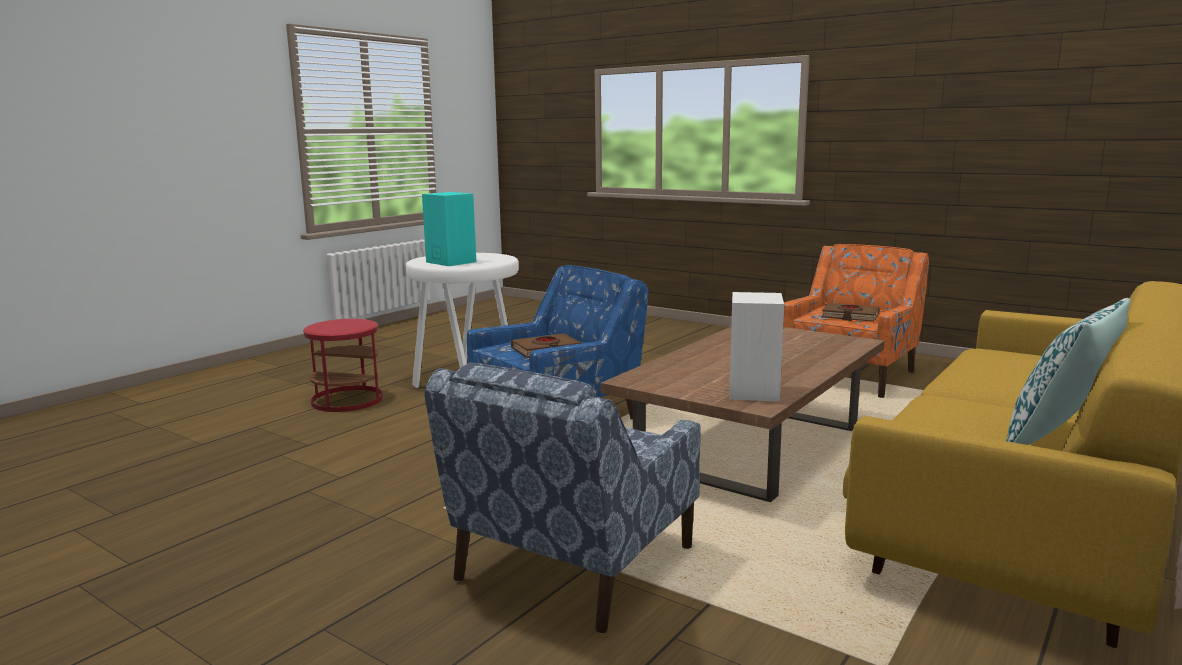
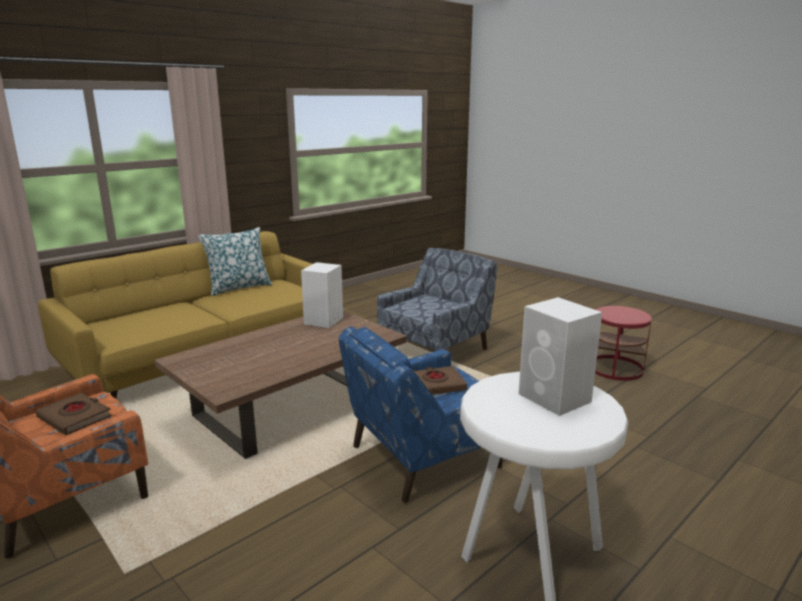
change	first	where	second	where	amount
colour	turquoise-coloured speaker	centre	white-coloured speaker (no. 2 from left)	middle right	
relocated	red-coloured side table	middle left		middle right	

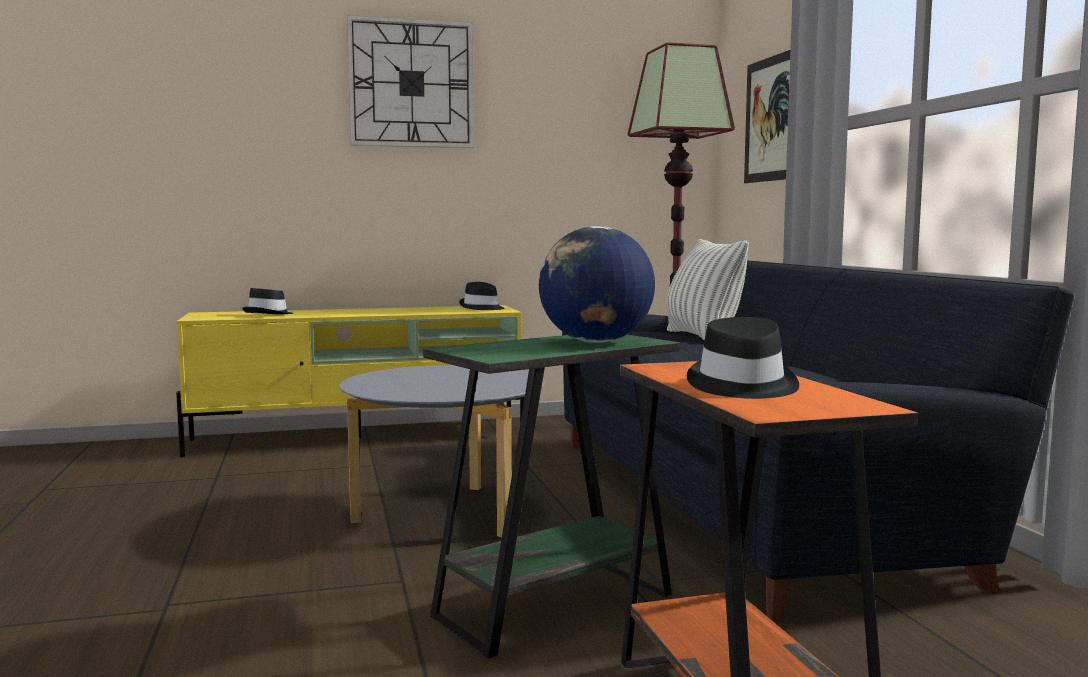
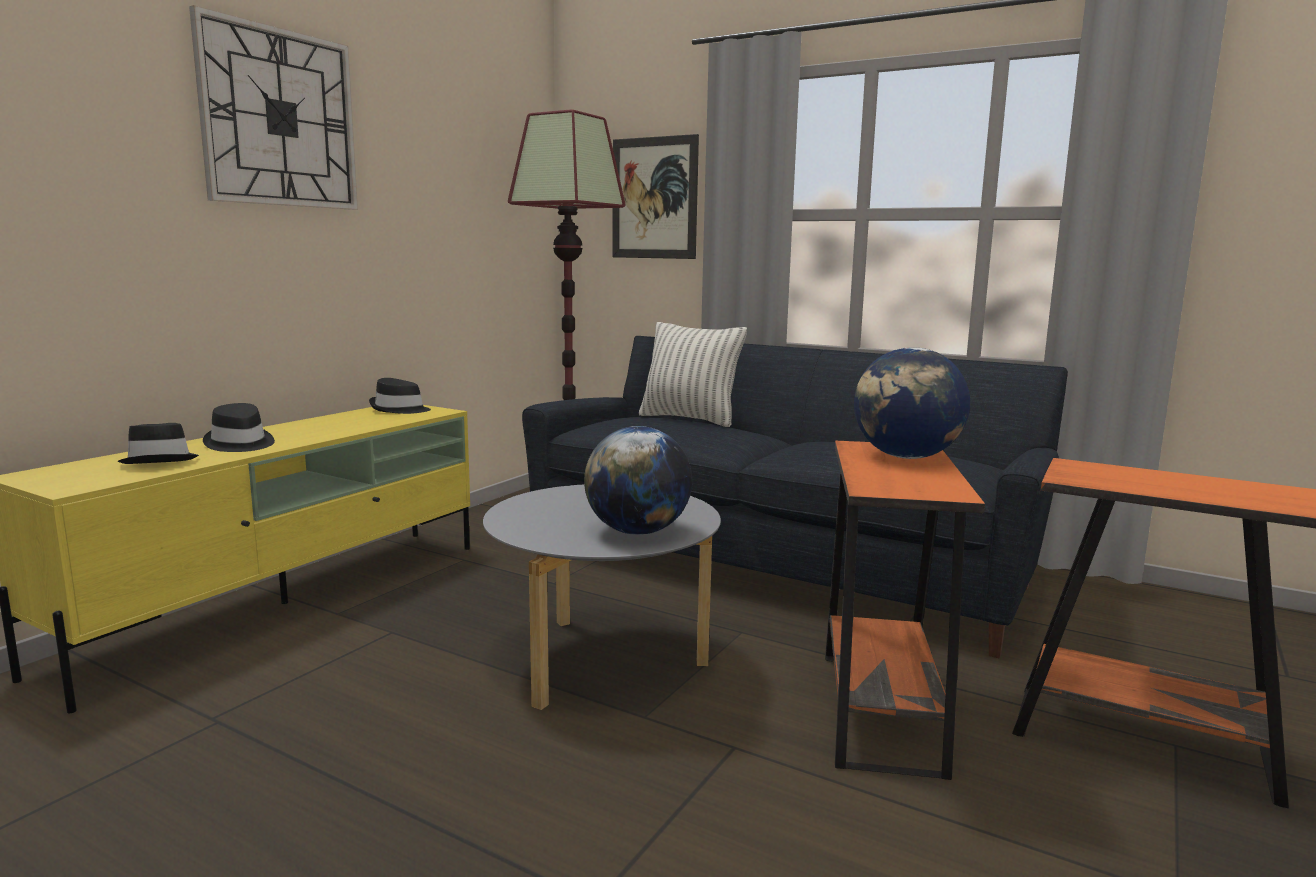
change	first	where	second	where	amount
relocated	blackish hat (no. 3 from left in the first image)	middle right	blackish hat (no. 2 from left)	middle left	
colour	green-coloured side table	bottom centre	orange side table (no. 1 from left)	bottom right	
appeared			desk globe (no. 1 from left)	centre	

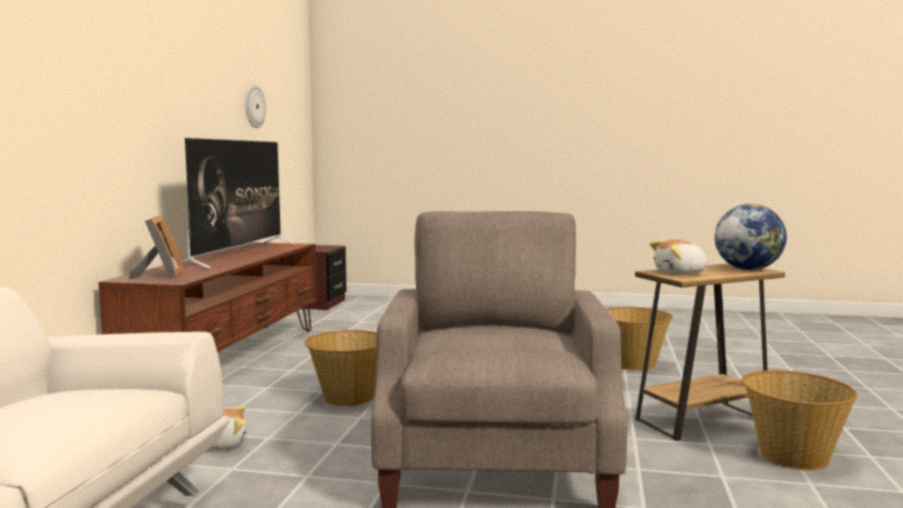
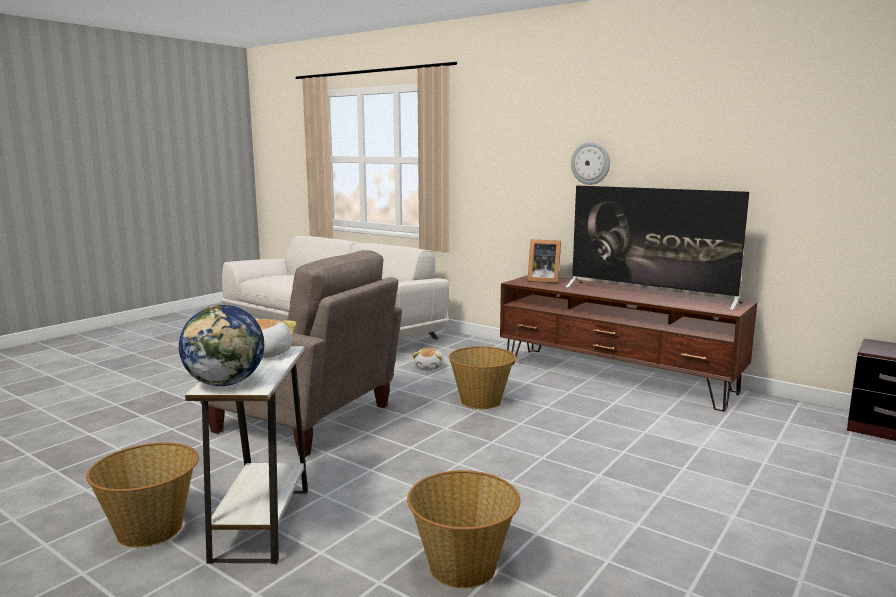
change	first	where	second	where	amount
relocated	wall clock	top left		top centre	
colour	brown side table	bottom right	white-coloured side table	bottom left	

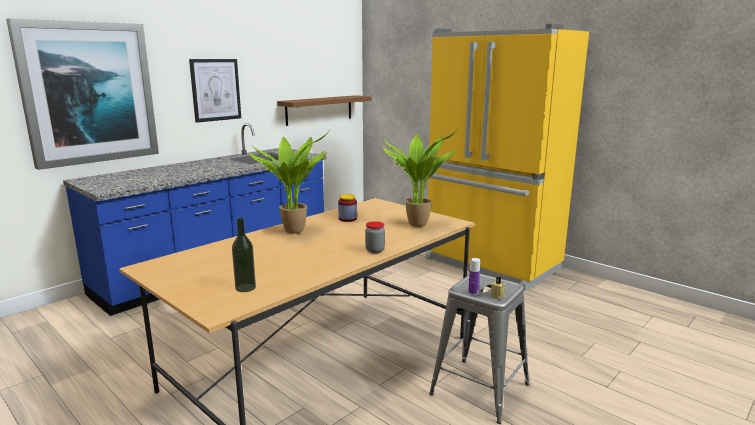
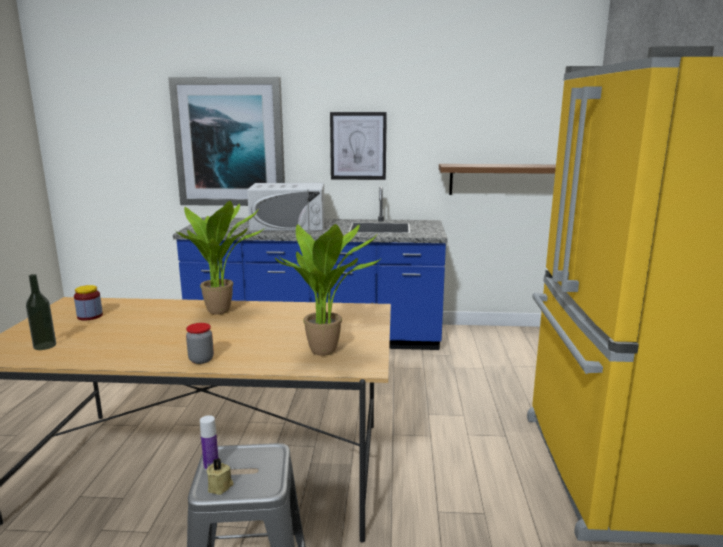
change	first	where	second	where	amount
relocated	storage jar (no. 1 from left)	centre		middle left	
appeared			white-coloured microwave	centre	

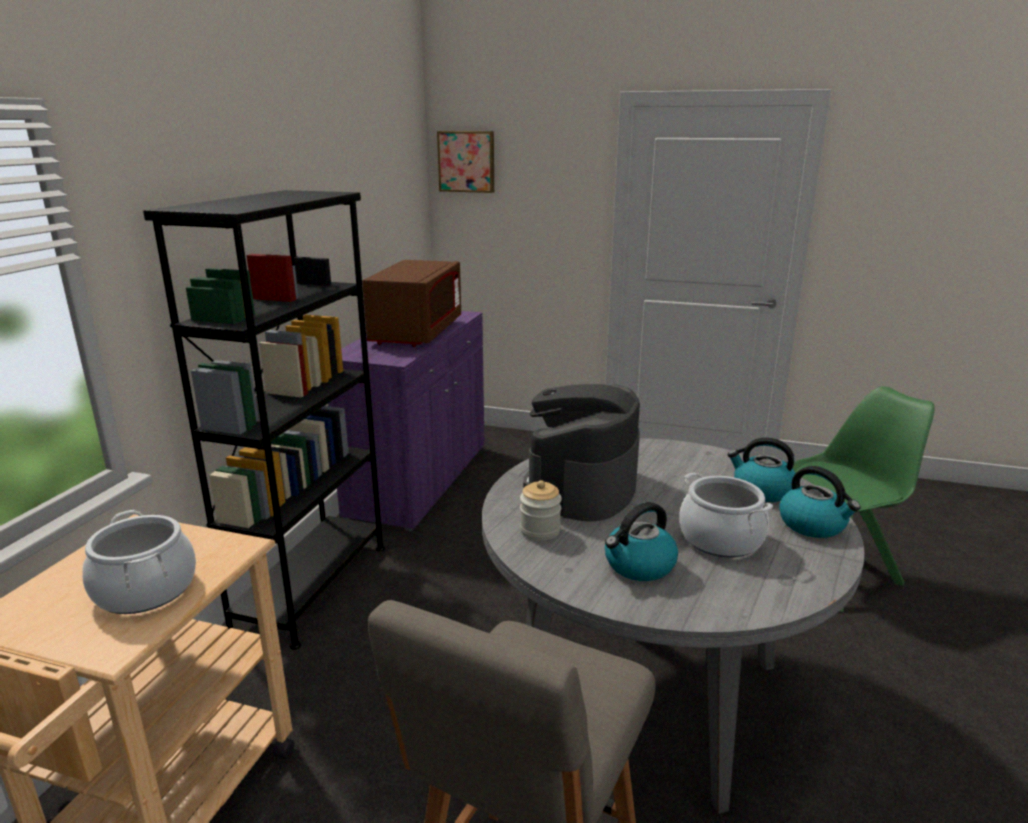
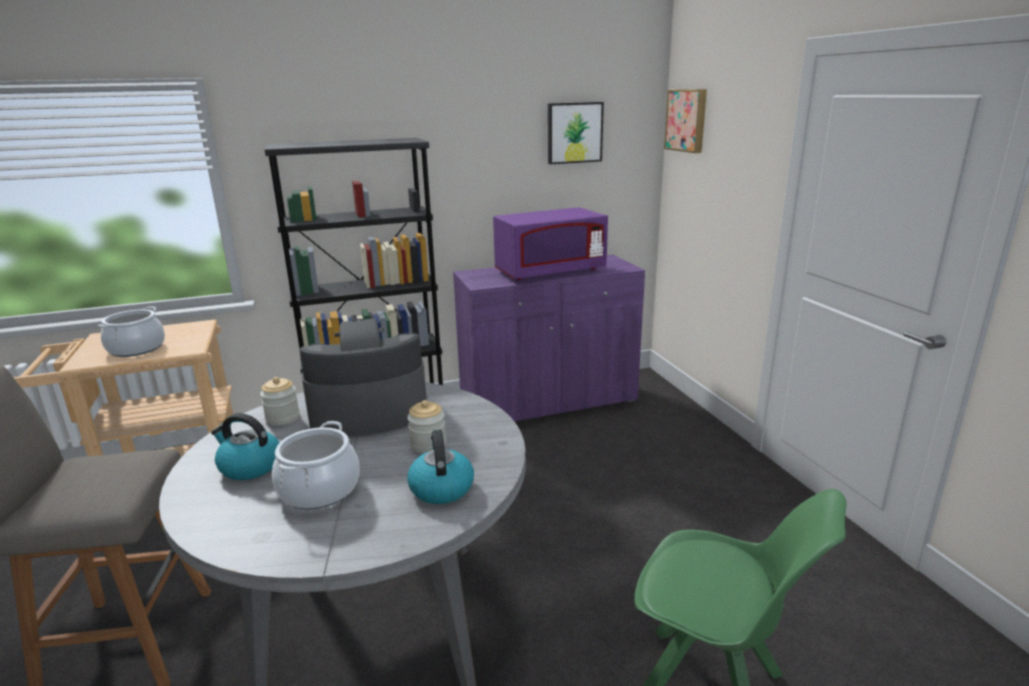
change	first	where	second	where	amount
colour	brown microwave	centre	purple-coloured microwave	centre	
missing	tea kettle (no. 3 from left)	middle right			
appeared			wall art (no. 1 from left)	top centre	
appeared			storage jar (no. 2 from left)	centre	

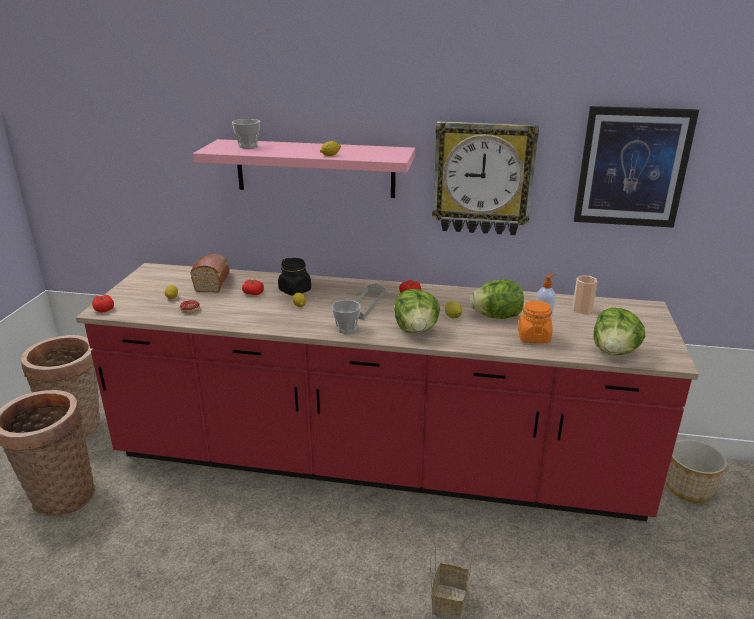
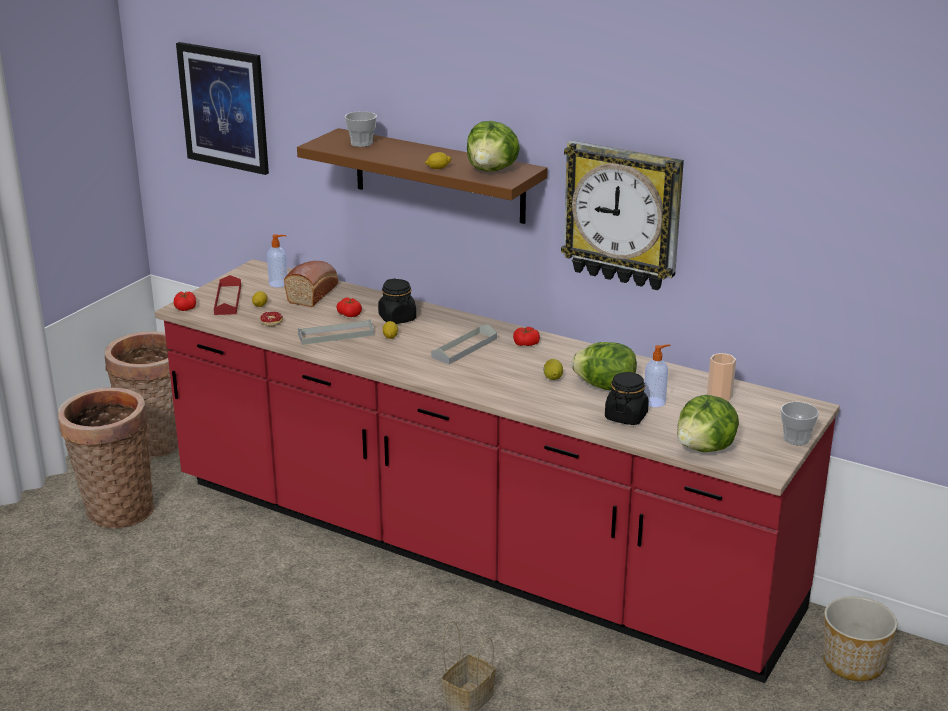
change	first	where	second	where	amount
relocated	wall art	top right		top left	
colour	pinkish bracket shelf	top centre	brown bracket shelf	top centre	
relocated	head of lettuce (no. 1 from left)	centre		top centre	
relocated	cup (no. 2 from left in the first image)	centre	cup (no. 3 from left)	middle right	
colour	orange storage jar	middle right	blackish storage jar (no. 2 from left)	centre	
appeared			soap dispenser (no. 1 from left)	middle left	
appeared			red-coloured tray	middle left	
appeared			greyish tray (no. 1 from left)	centre	

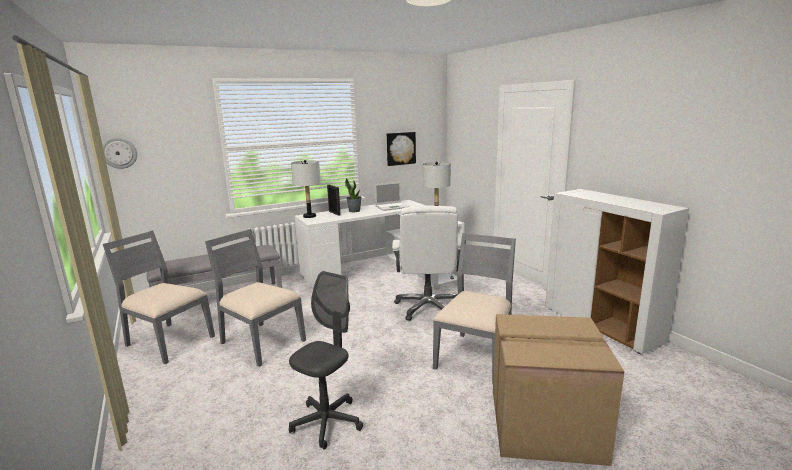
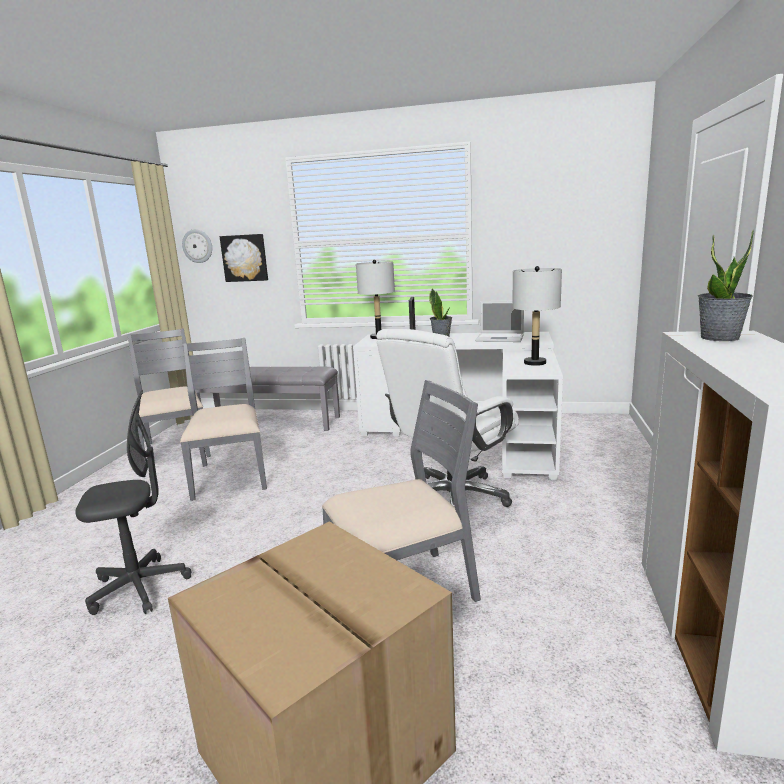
change	first	where	second	where	amount
relocated	wall art	top centre		top left	
appeared			potted plant (no. 2 from left)	middle right	

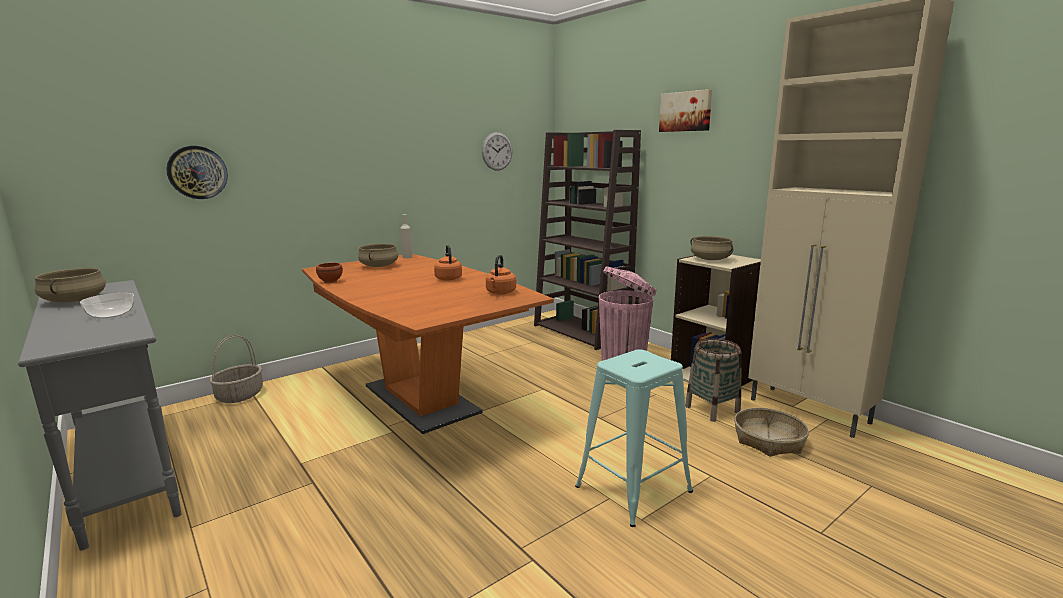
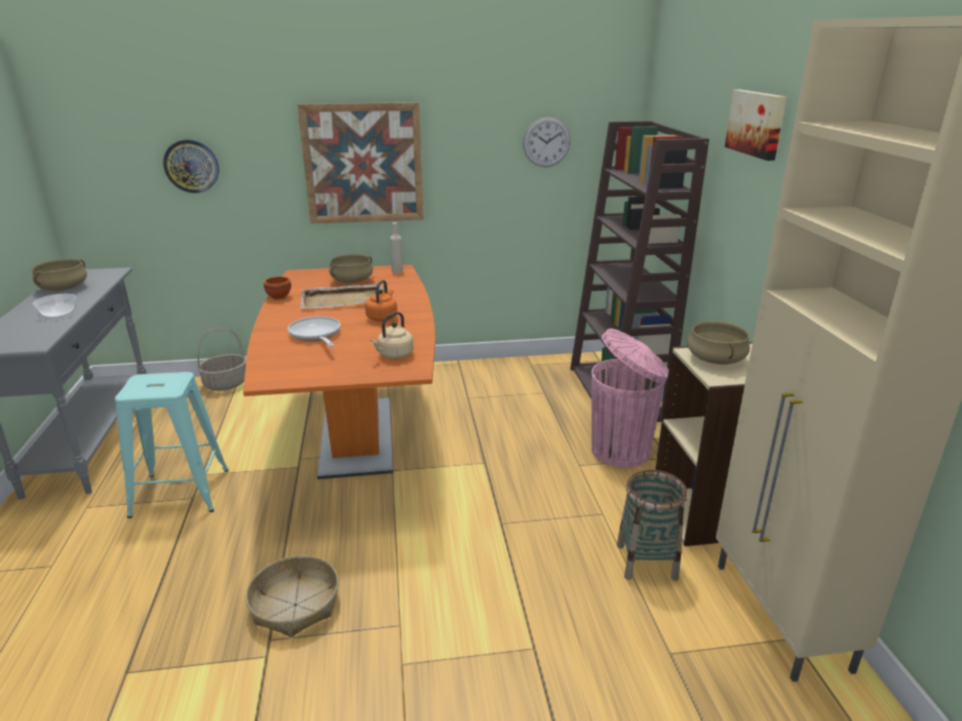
change	first	where	second	where	amount
colour	orange tea kettle (no. 2 from left)	centre	sand-coloured tea kettle	centre	
relocated	turquoise-coloured stool seat	bottom centre		middle left	
relocated	basket (no. 3 from left in the first image)	bottom right	basket (no. 2 from left)	bottom left	
appeared			wall art (no. 1 from left)	top centre	
appeared			sand-coloured tray	centre	
appeared			pan	middle left	

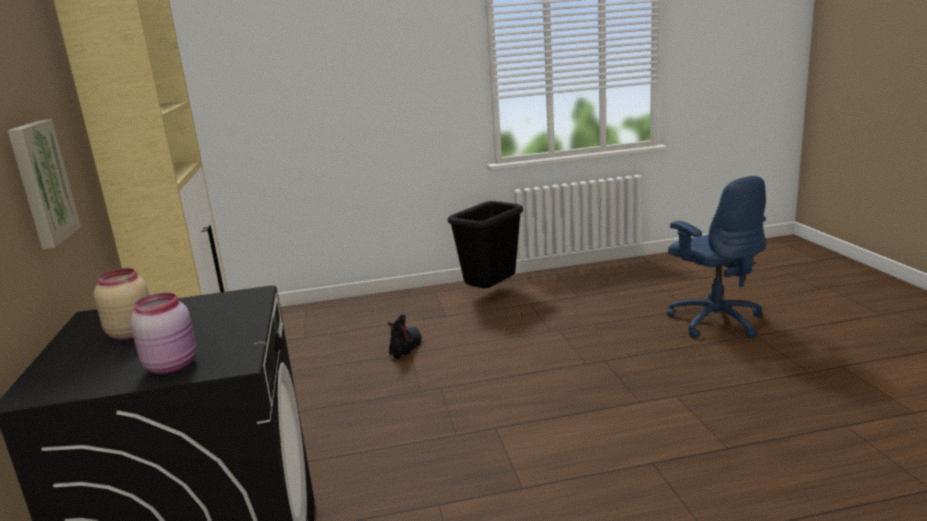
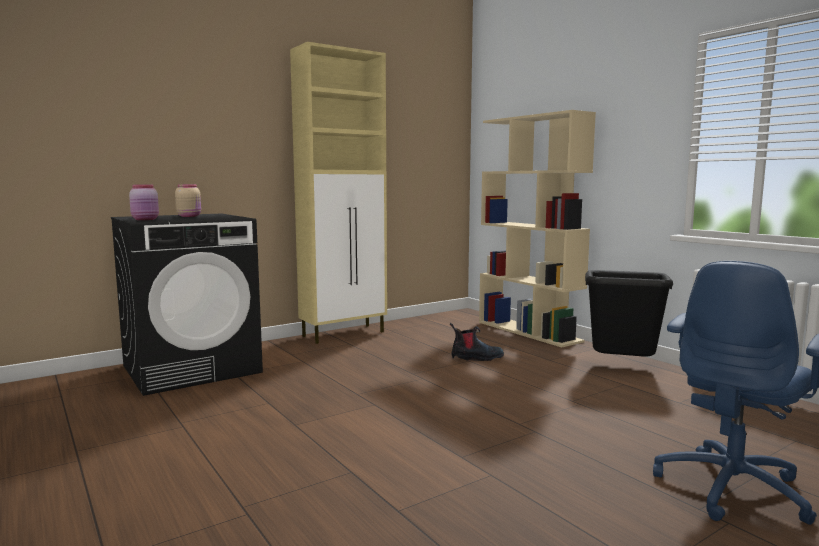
change	first	where	second	where	amount
missing	wall art	middle left			
appeared			sand-coloured bookcase	centre	

